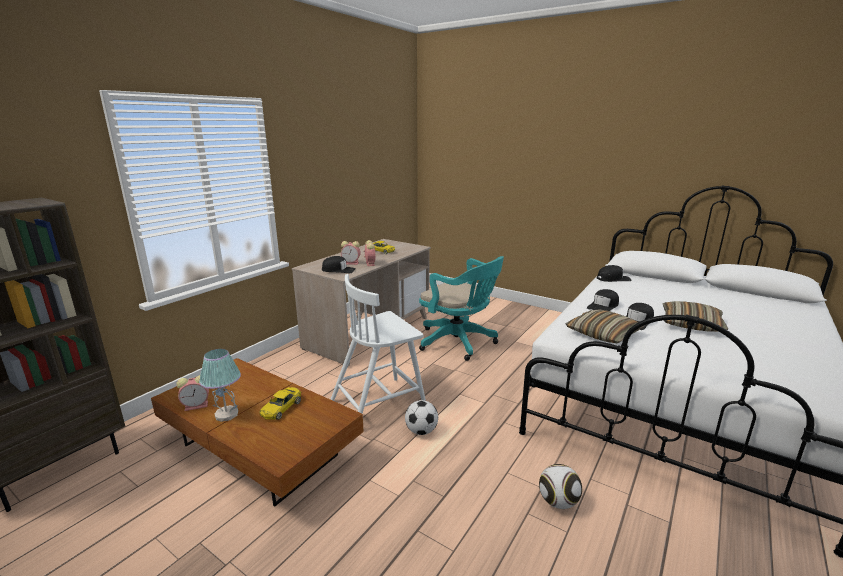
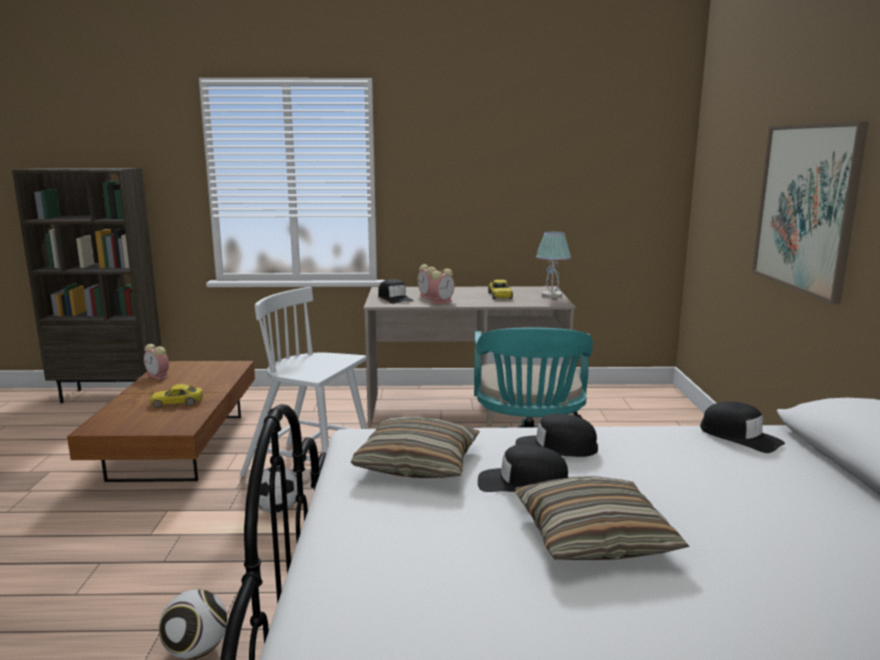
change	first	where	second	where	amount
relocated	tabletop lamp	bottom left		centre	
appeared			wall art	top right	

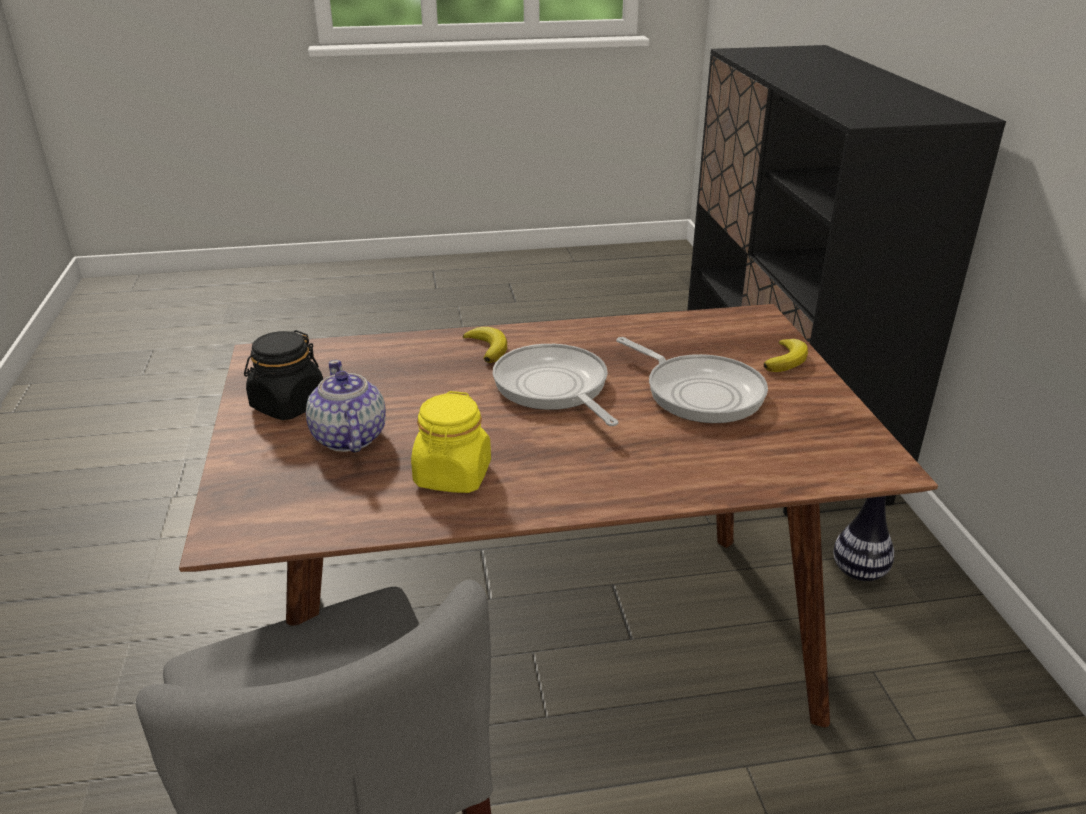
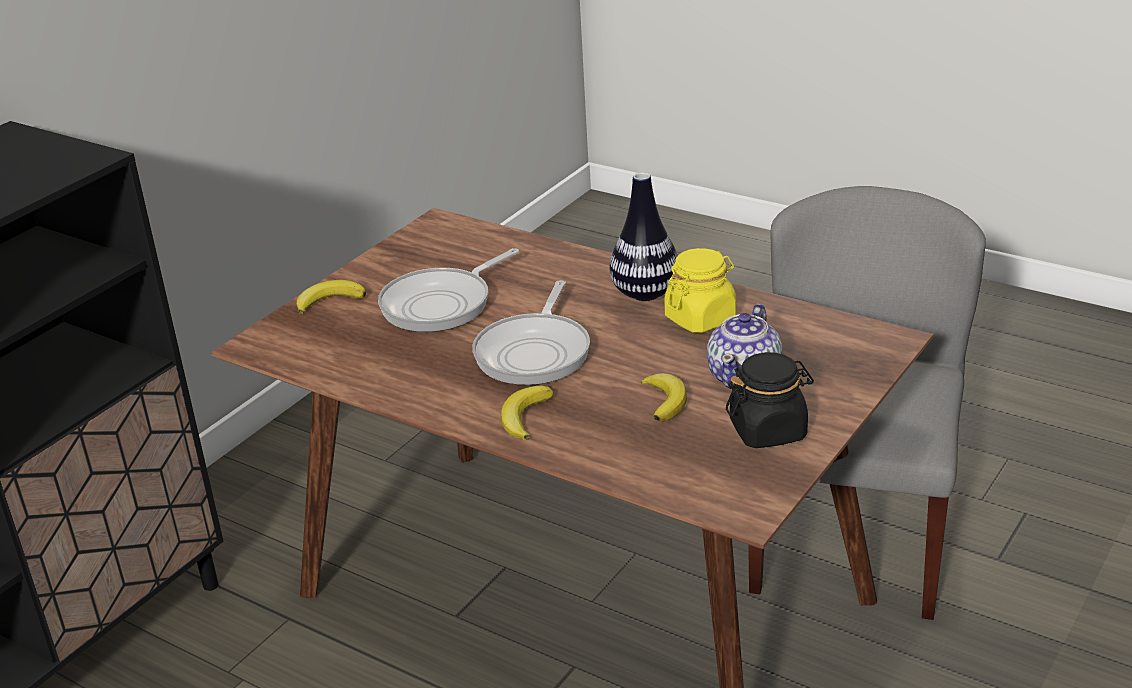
change	first	where	second	where	amount
spun	pan (no. 2 from left in the first image)	centre	pan (no. 1 from left)	centre	135 degrees counterclockwise
relocated	vase	middle right		centre	
appeared			whole banana (no. 3 from left)	centre	

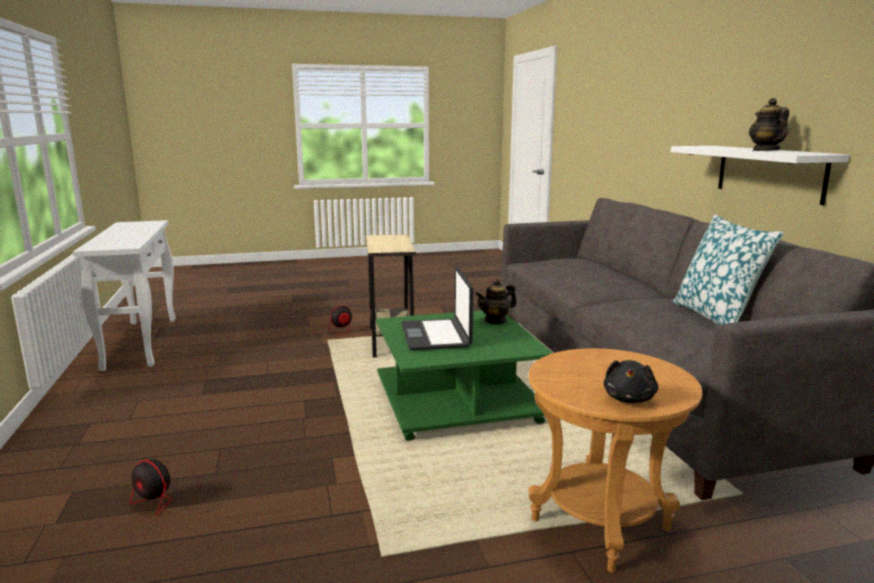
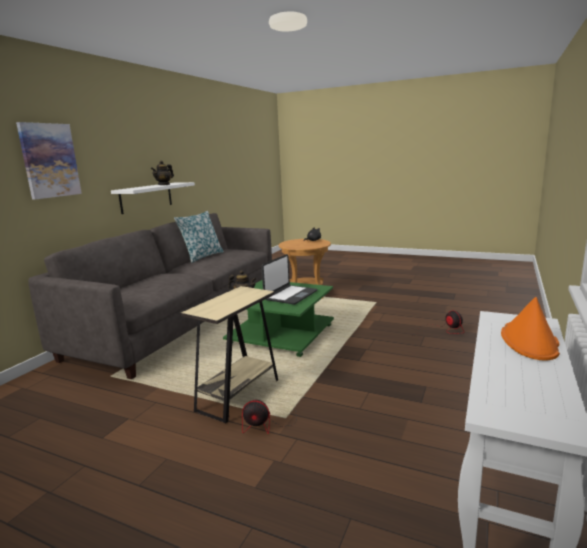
change	first	where	second	where	amount
appeared			wall art	top left	
appeared			orange hat	middle right	

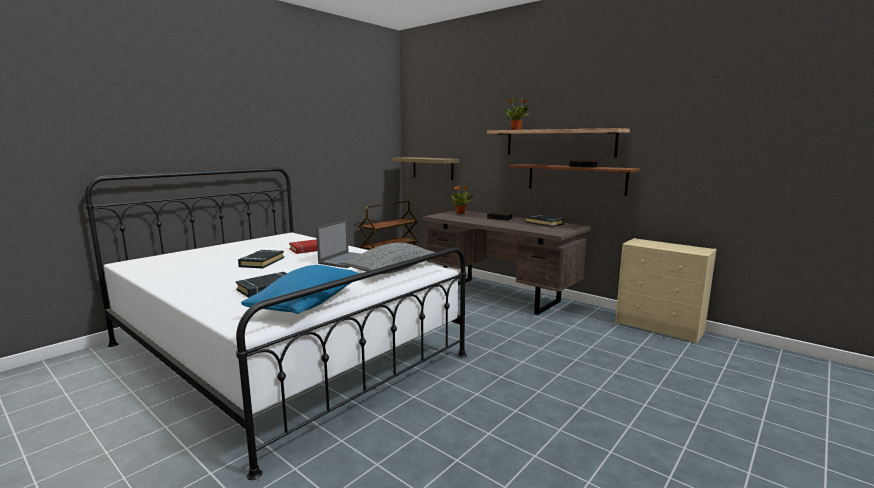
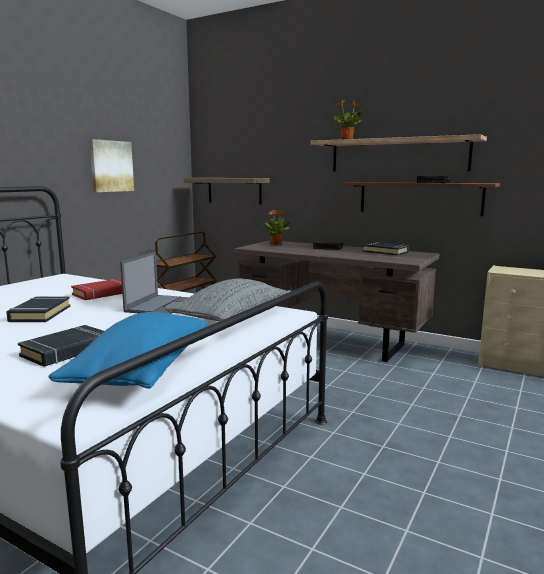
change	first	where	second	where	amount
appeared			wall art	top left	

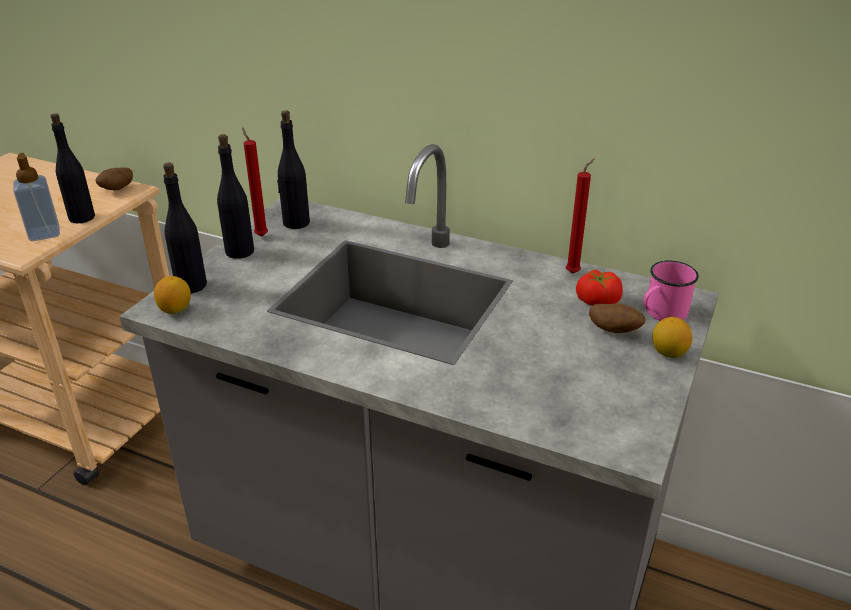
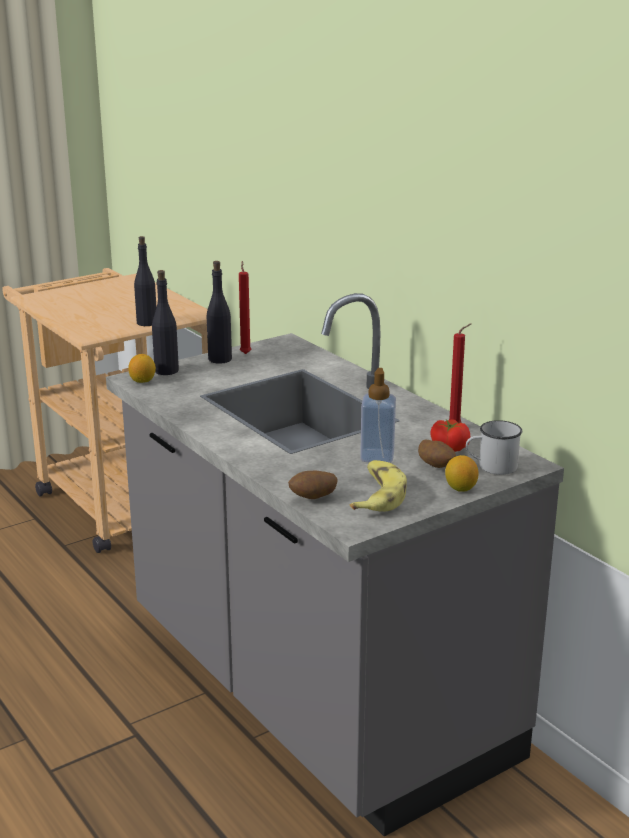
change	first	where	second	where	amount
missing	blackish bottle (no. 4 from left)	top centre			
relocated	soap dispenser	top left		centre	
relocated	spud (no. 1 from left)	top left		centre	
colour	pinkish mug	middle right	white-coloured mug	middle right	
appeared			whole banana	centre	

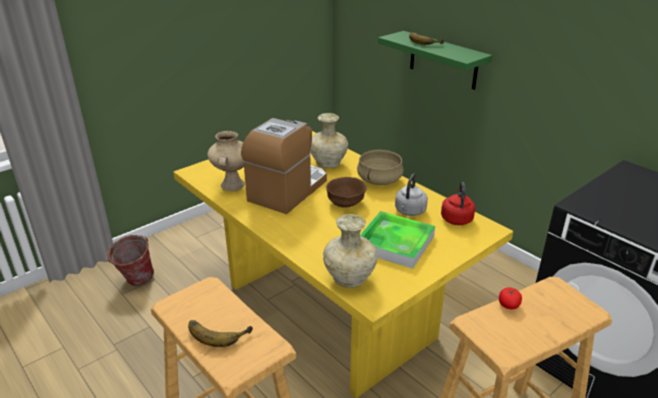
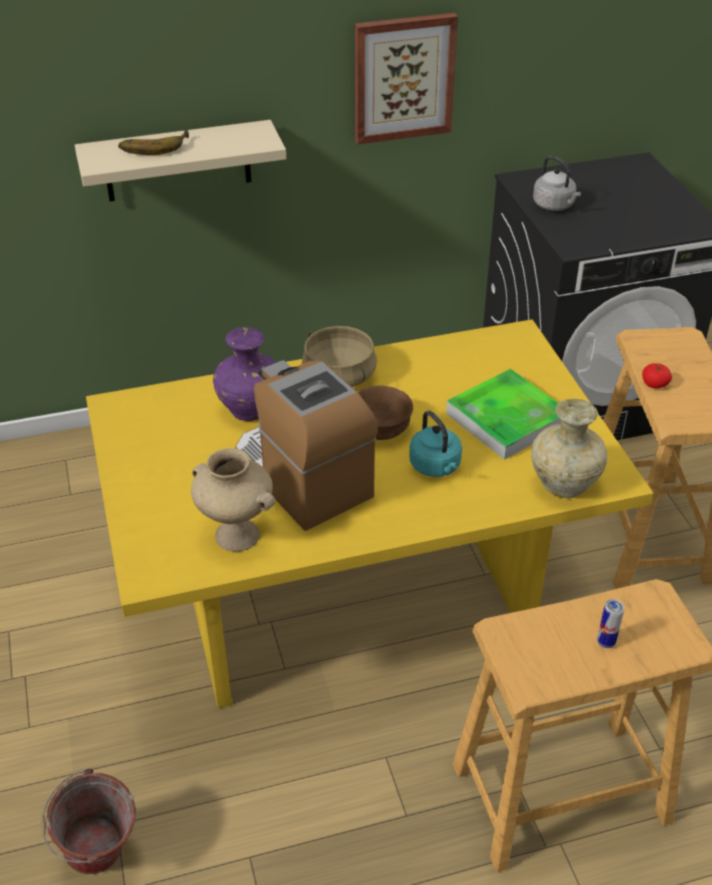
change	first	where	second	where	amount
colour	green-coloured bracket shelf	top centre	sand-coloured bracket shelf	top left	
colour	sand-coloured vase (no. 2 from left)	centre	purple-coloured vase	centre	
relocated	greyish tea kettle	centre		top right	
missing	red-coloured tea kettle	middle right			
exchanged	whole banana (no. 1 from left)	bottom centre	metal can	bottom right	
appeared			wall art	top centre	
appeared			turquoise-coloured tea kettle	centre	

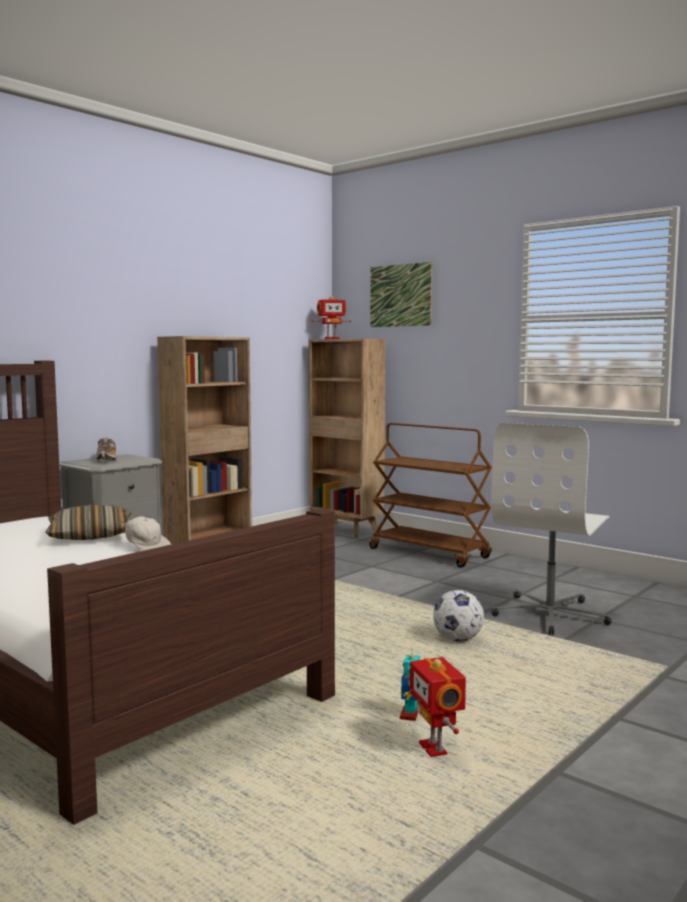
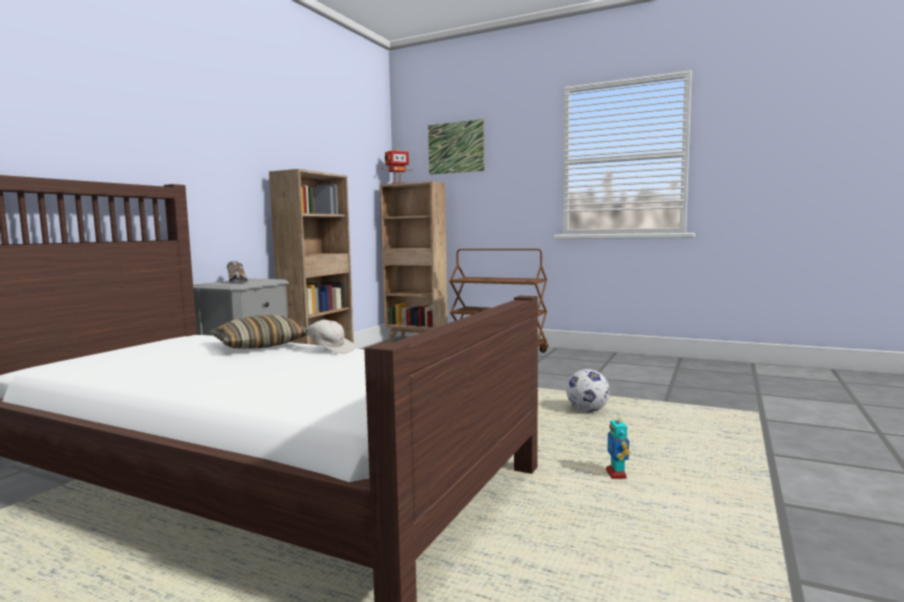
change	first	where	second	where	amount
missing	white-coloured desk chair	middle right			
missing	robot figure (no. 3 from left)	bottom centre			

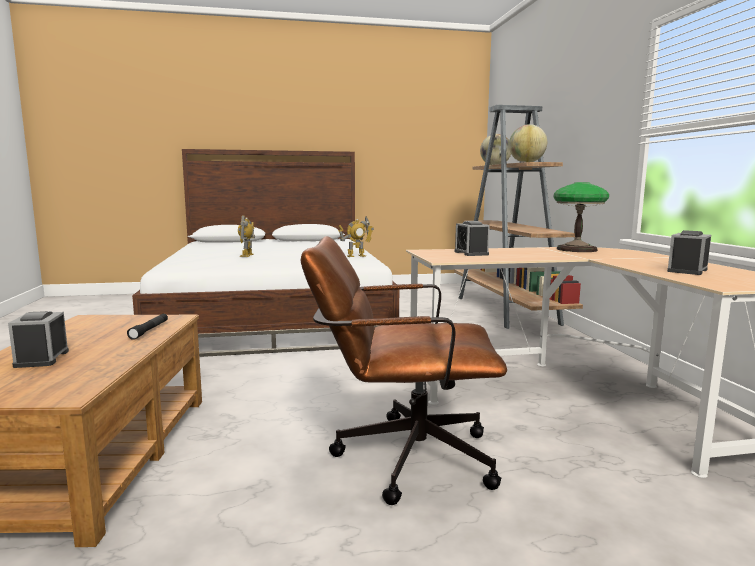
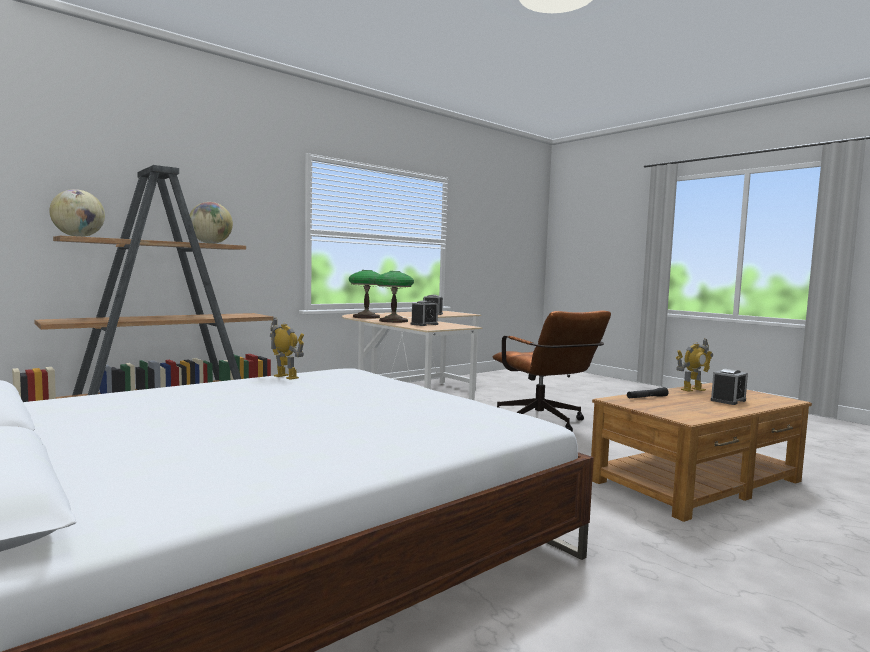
change	first	where	second	where	amount
relocated	robot figure (no. 1 from left in the first image)	middle left	robot figure (no. 2 from left)	middle right	
appeared			tabletop lamp (no. 2 from left)	centre	

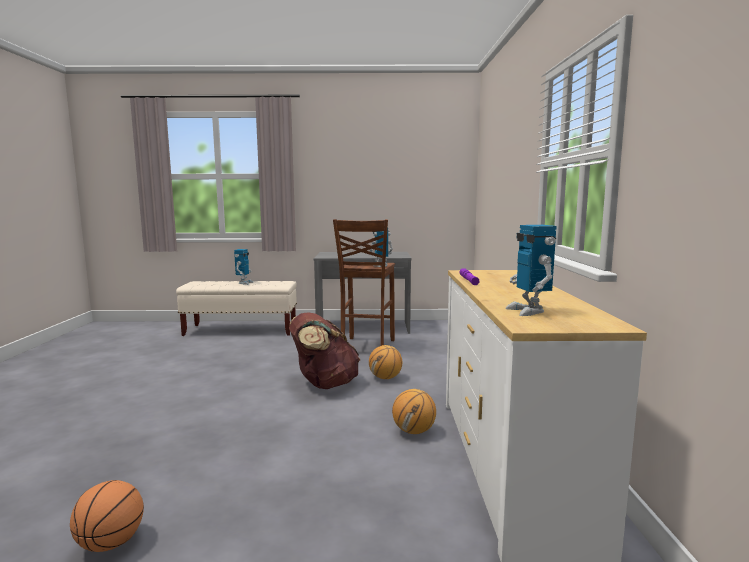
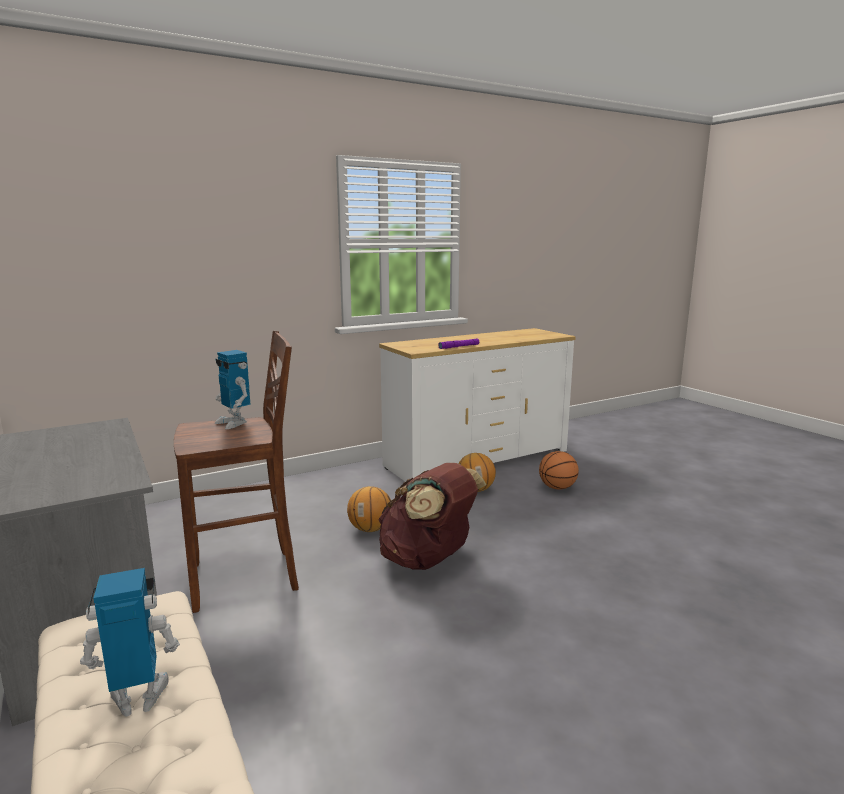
change	first	where	second	where	amount
missing	robot figure (no. 3 from left)	middle right			
relocated	basketball ball (no. 1 from left in the first image)	bottom left	basketball ball (no. 3 from left)	centre	

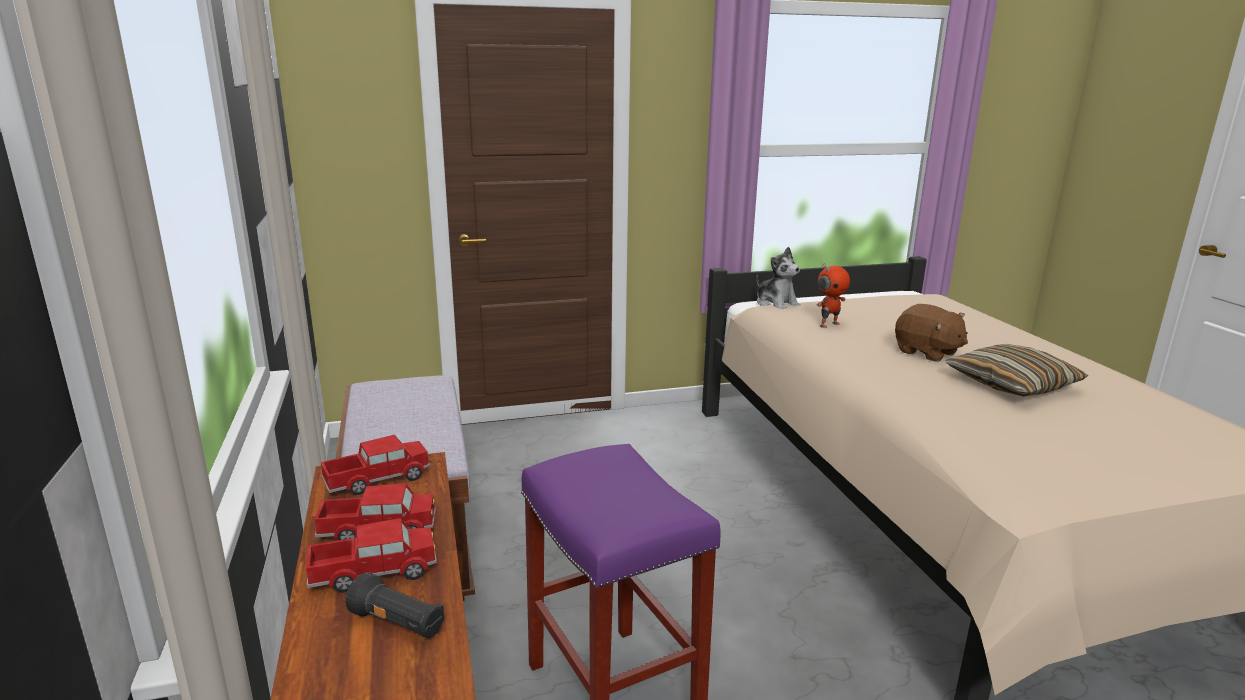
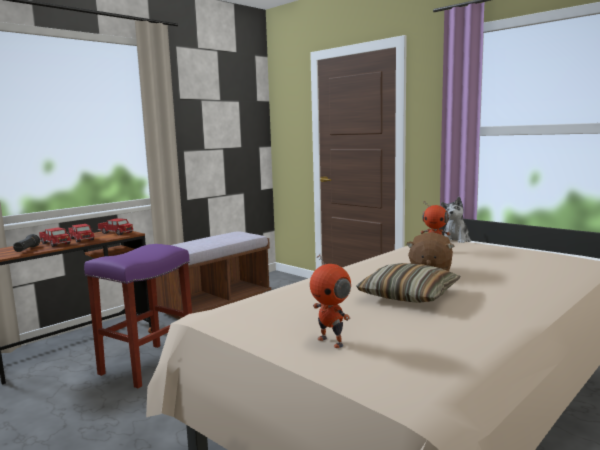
change	first	where	second	where	amount
appeared			robot figure (no. 1 from left)	bottom centre	

